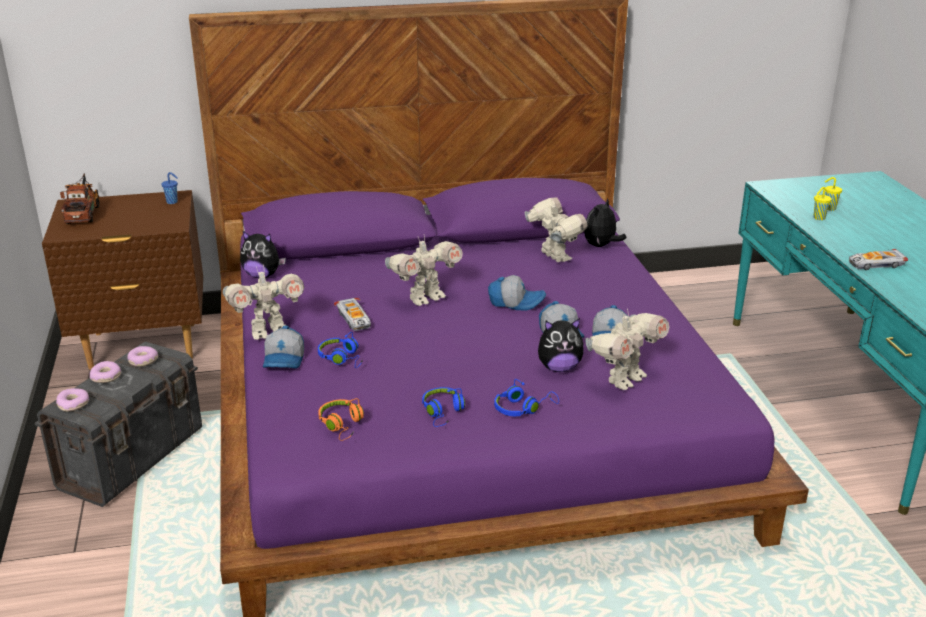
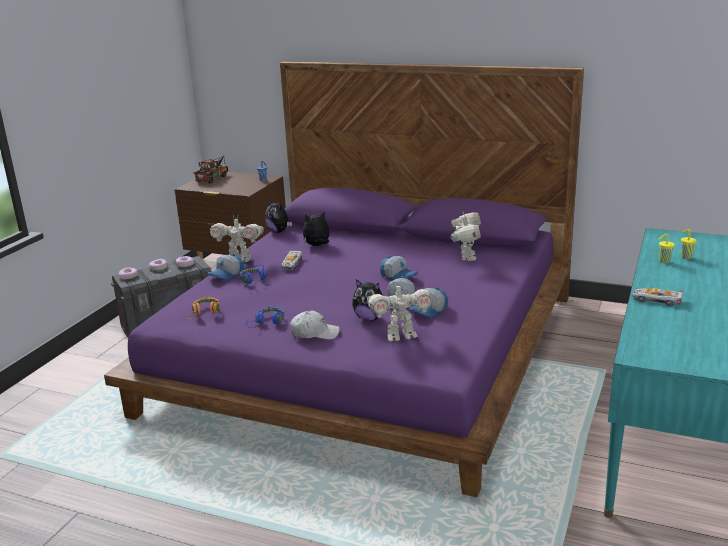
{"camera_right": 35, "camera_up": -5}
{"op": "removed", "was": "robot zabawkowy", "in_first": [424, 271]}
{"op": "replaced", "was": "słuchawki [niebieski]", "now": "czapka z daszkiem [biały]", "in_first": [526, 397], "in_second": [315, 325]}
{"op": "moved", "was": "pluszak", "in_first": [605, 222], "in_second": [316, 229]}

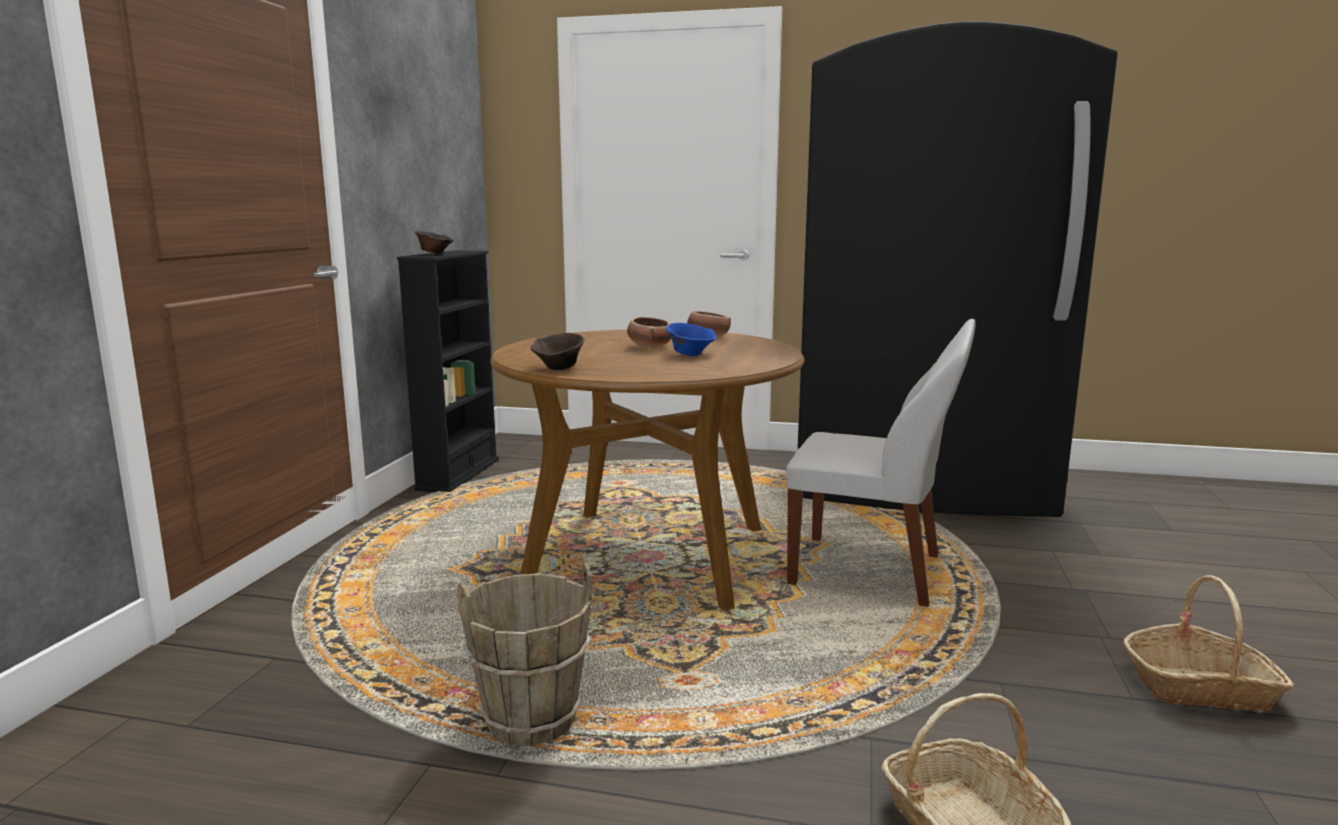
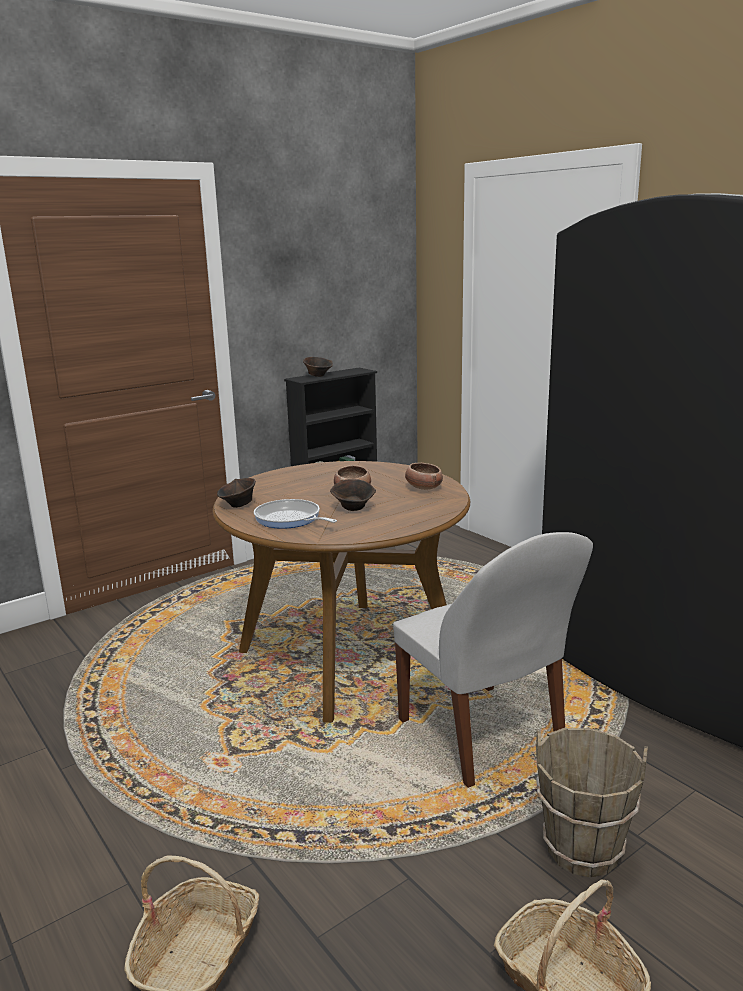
{"camera_right": 40, "camera_up": 5}
{"op": "moved", "was": "wiadro [brązowy]", "in_first": [524, 654], "in_second": [592, 802]}
{"op": "recoloured", "was": "miska [niebieski]", "now": "miska [brązowy]", "in_first": [691, 339], "in_second": [353, 495]}
{"op": "added", "now": "patelnia", "in_second": [295, 514]}

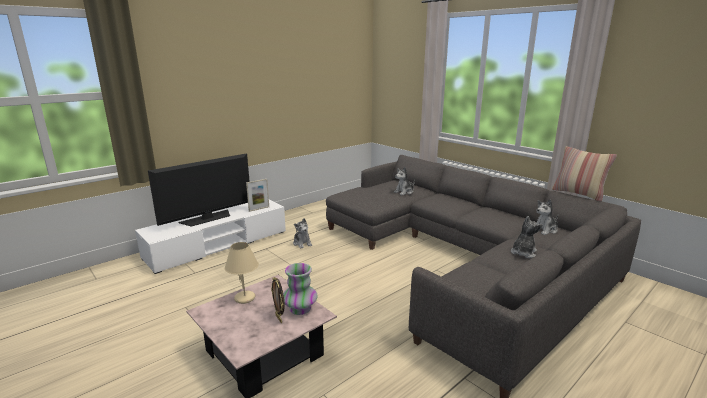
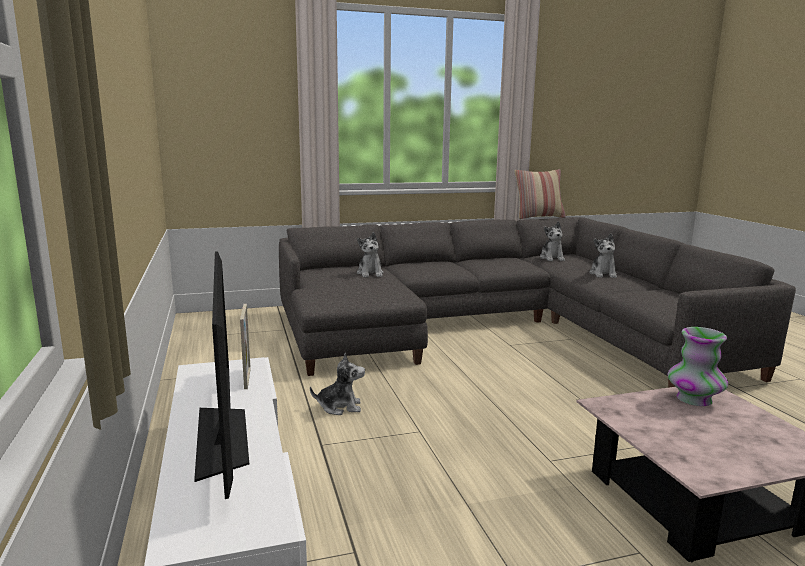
{"camera_right": -65, "camera_up": -5}
{"op": "removed", "was": "lampa stołowa [beżowy]", "in_first": [241, 273]}
{"op": "removed", "was": "ramka na zdjęcie", "in_first": [278, 300]}
{"op": "turned", "was": "pluszak", "in_first": [527, 237], "in_second": [603, 256], "clockwise": -150}

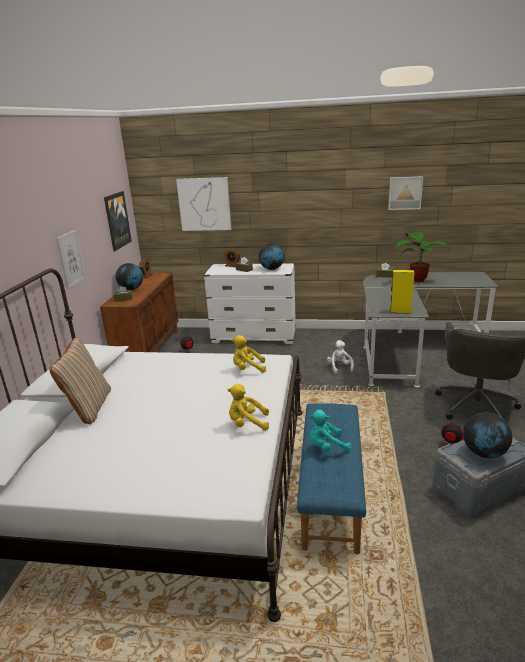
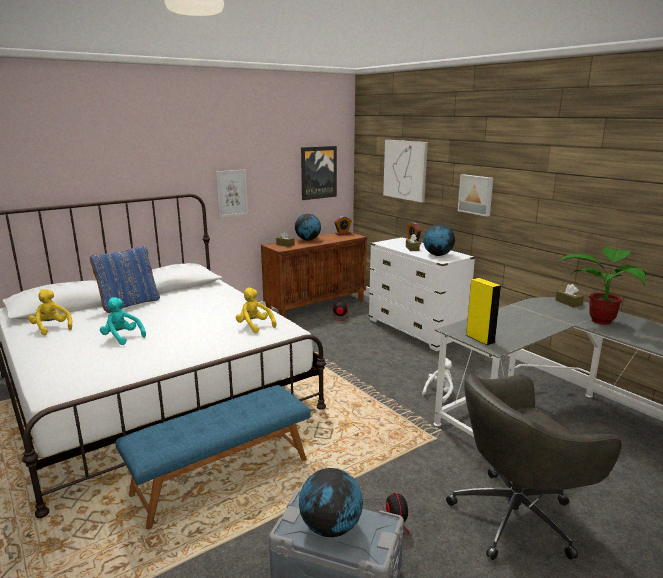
{"camera_right": 45, "camera_up": -5}
{"op": "recoloured", "was": "poduszka [beżowy]", "now": "poduszka [niebieski]", "in_first": [80, 381], "in_second": [125, 279]}
{"op": "moved", "was": "pluszak [żółty]", "in_first": [248, 407], "in_second": [50, 312]}
{"op": "moved", "was": "pluszak [turkusowy]", "in_first": [330, 431], "in_second": [123, 321]}
{"op": "moved", "was": "obraz", "in_first": [405, 193], "in_second": [475, 195]}

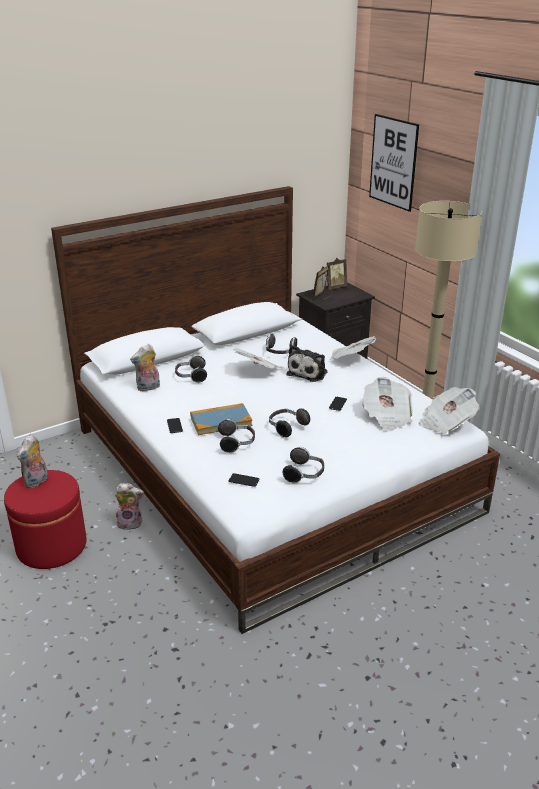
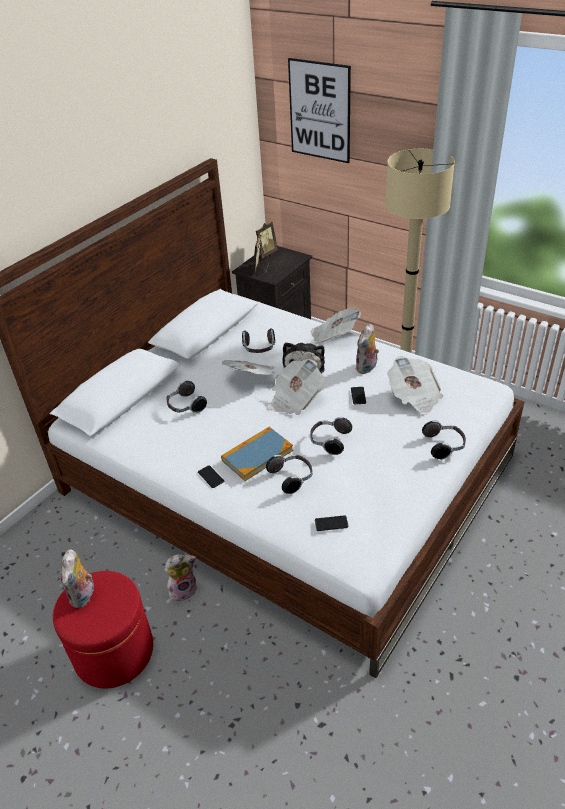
{"camera_right": -20, "camera_up": 10}
{"op": "moved", "was": "pluszak", "in_first": [145, 368], "in_second": [367, 349]}
{"op": "moved", "was": "słuchawki", "in_first": [303, 465], "in_second": [444, 440]}
{"op": "moved", "was": "gazeta", "in_first": [449, 410], "in_second": [296, 387]}

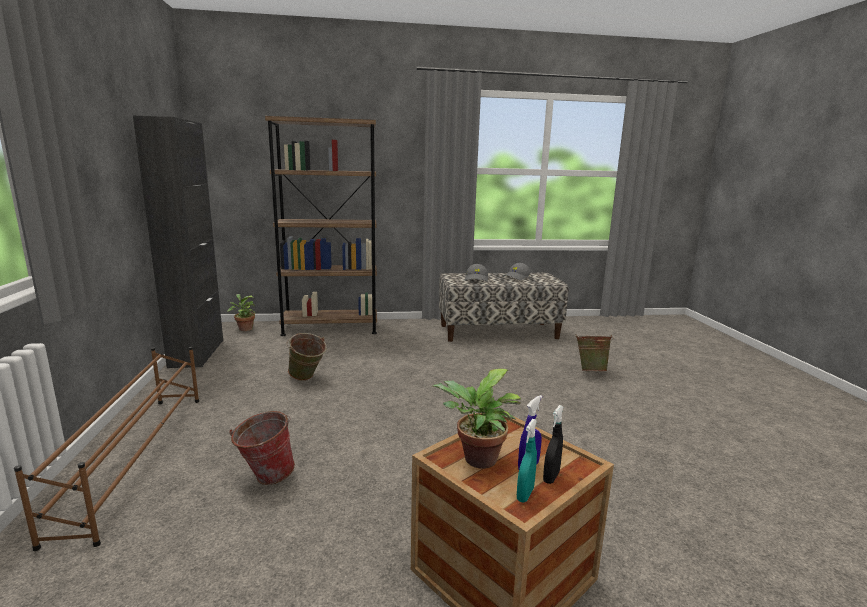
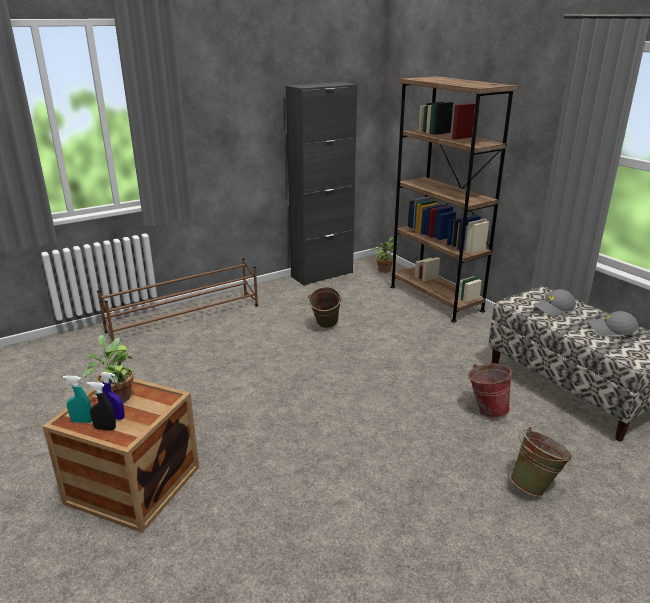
{"camera_right": 65, "camera_up": 10}
{"op": "moved", "was": "wiadro", "in_first": [262, 448], "in_second": [491, 391]}

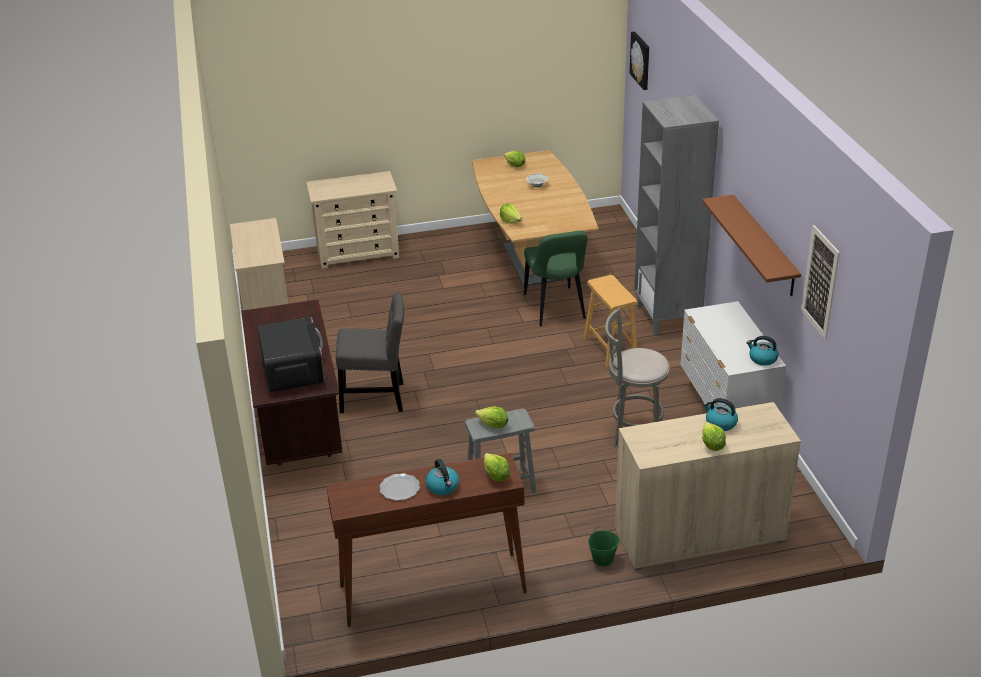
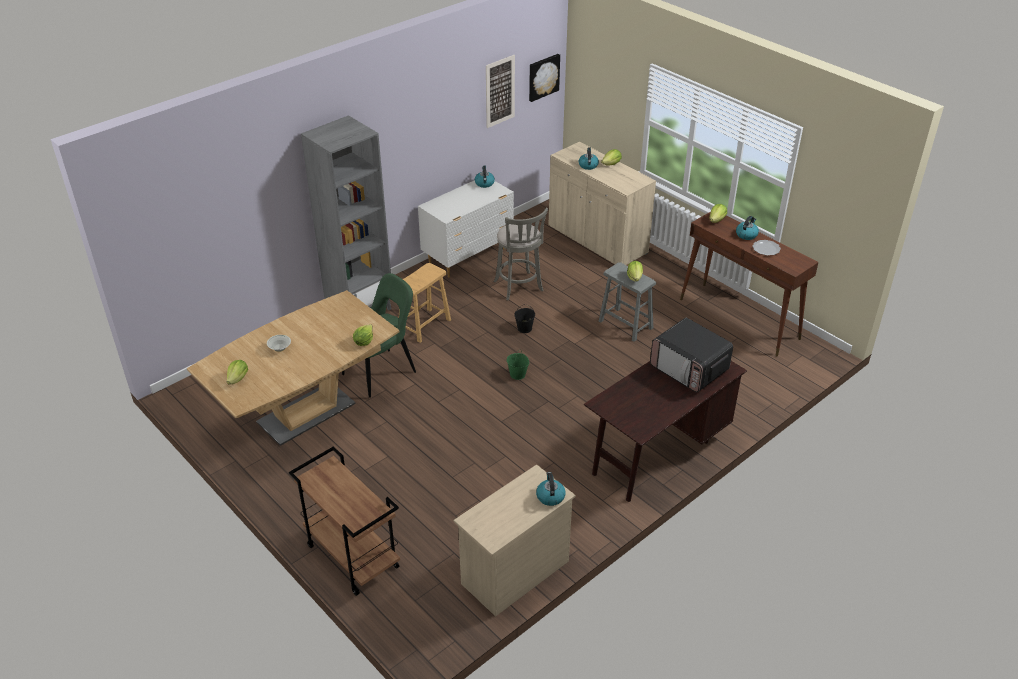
{"camera_right": -120, "camera_up": 5}
{"op": "turned", "was": "mikrofalówka", "in_first": [291, 354], "in_second": [691, 355], "clockwise": -90}
{"op": "replaced", "was": "komoda [beżowy]", "now": "wózek [brązowy]", "in_first": [352, 220], "in_second": [344, 521]}
{"op": "removed", "was": "krzesło [szary]", "in_first": [370, 352]}
{"op": "moved", "was": "wiadro [zielony]", "in_first": [604, 547], "in_second": [518, 364]}
{"op": "moved", "was": "obraz", "in_first": [639, 60], "in_second": [544, 78]}
{"op": "removed", "was": "półka [brązowy]", "in_first": [751, 245]}
{"op": "added", "now": "wiadro [czarny]", "in_second": [524, 318]}
{"op": "added", "now": "czajnik", "in_second": [550, 489]}

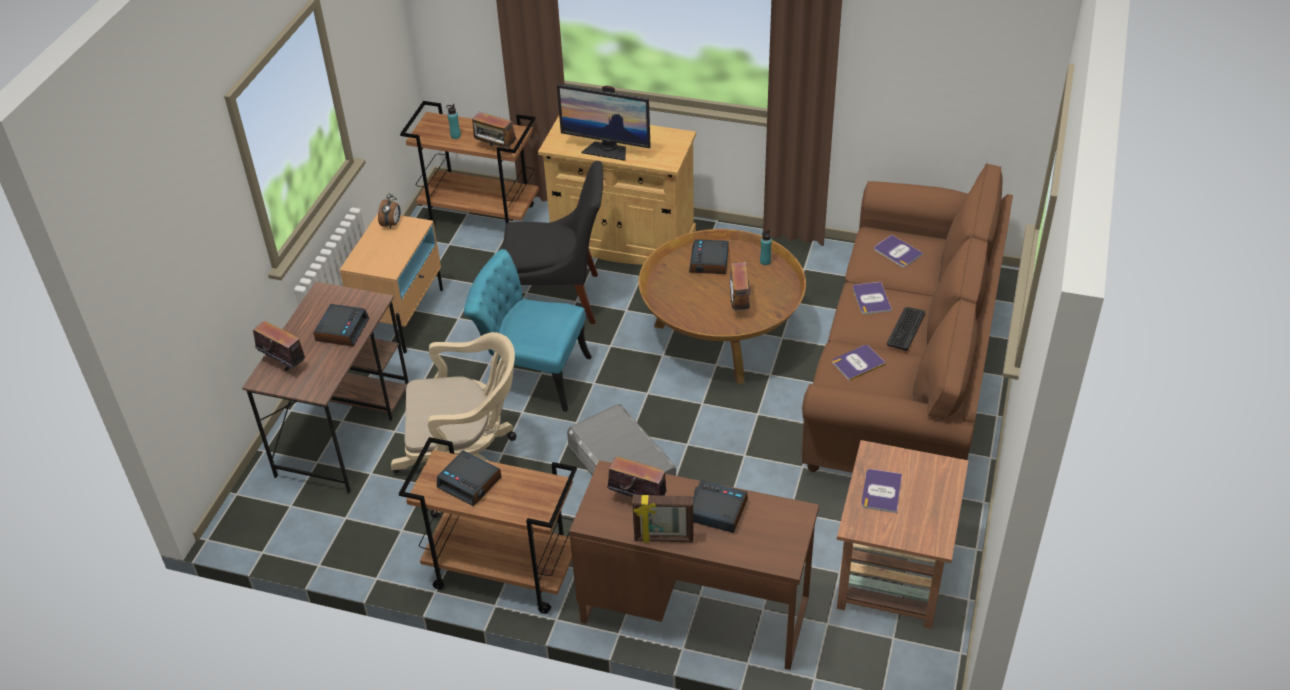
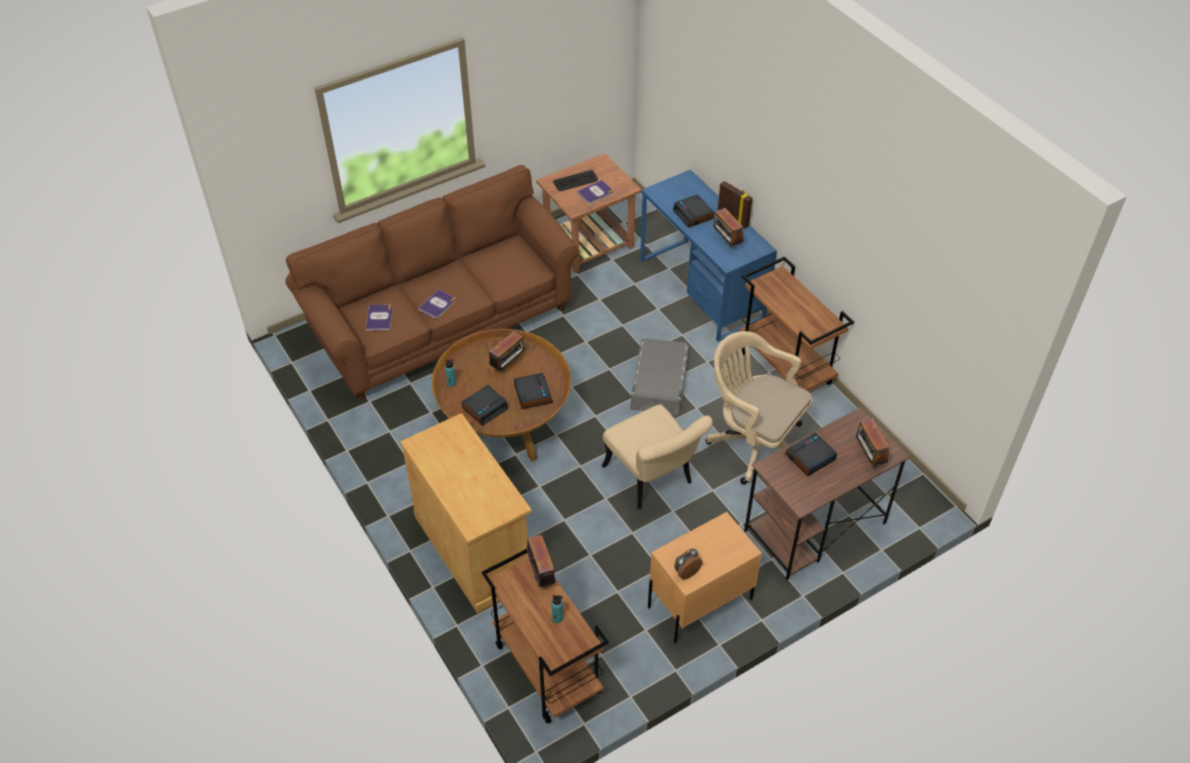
{"camera_right": -140, "camera_up": 5}
{"op": "moved", "was": "budzik", "in_first": [469, 478], "in_second": [533, 391]}
{"op": "recoloured", "was": "krzesło [turkusowy]", "now": "krzesło [beżowy]", "in_first": [528, 330], "in_second": [657, 456]}
{"op": "removed", "was": "krzesło [czarny]", "in_first": [553, 242]}
{"op": "removed", "was": "monitor", "in_first": [604, 122]}
{"op": "recoloured", "was": "biurko [brązowy]", "now": "biurko [niebieski]", "in_first": [694, 565], "in_second": [708, 255]}
{"op": "removed", "was": "książka", "in_first": [859, 363]}
{"op": "moved", "was": "klawiatura", "in_first": [906, 329], "in_second": [575, 180]}

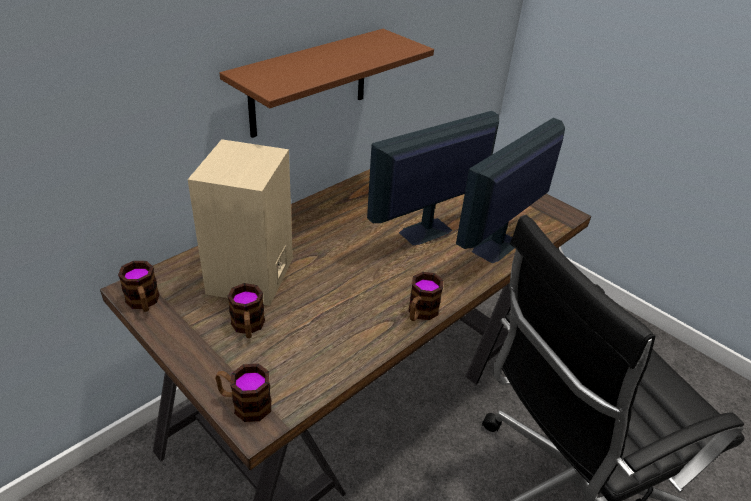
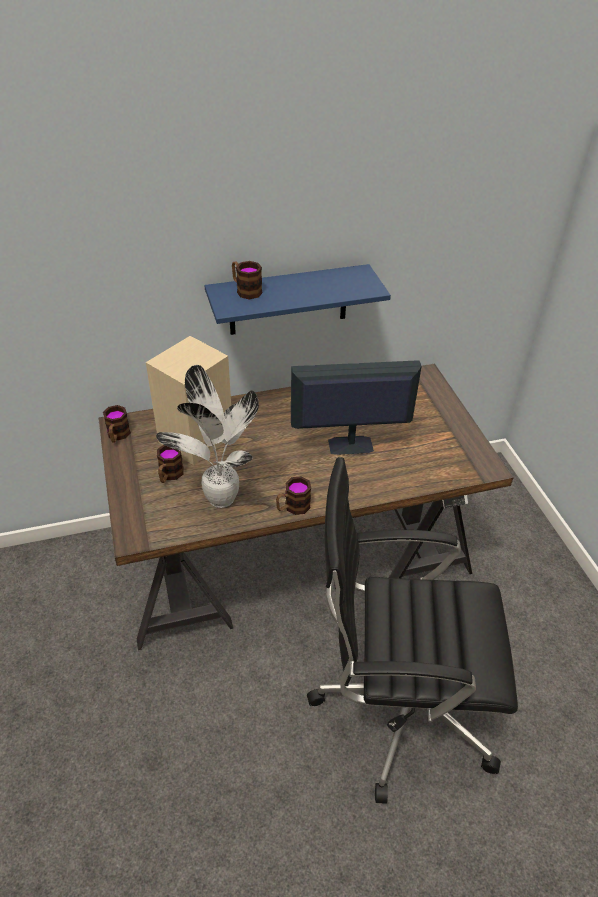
{"camera_right": 30, "camera_up": 5}
{"op": "moved", "was": "kubek", "in_first": [243, 393], "in_second": [247, 280]}
{"op": "recoloured", "was": "półka [brązowy]", "now": "półka [niebieski]", "in_first": [327, 83], "in_second": [298, 299]}
{"op": "removed", "was": "monitor", "in_first": [510, 190]}
{"op": "added", "now": "roślina doniczkowa", "in_second": [207, 436]}

